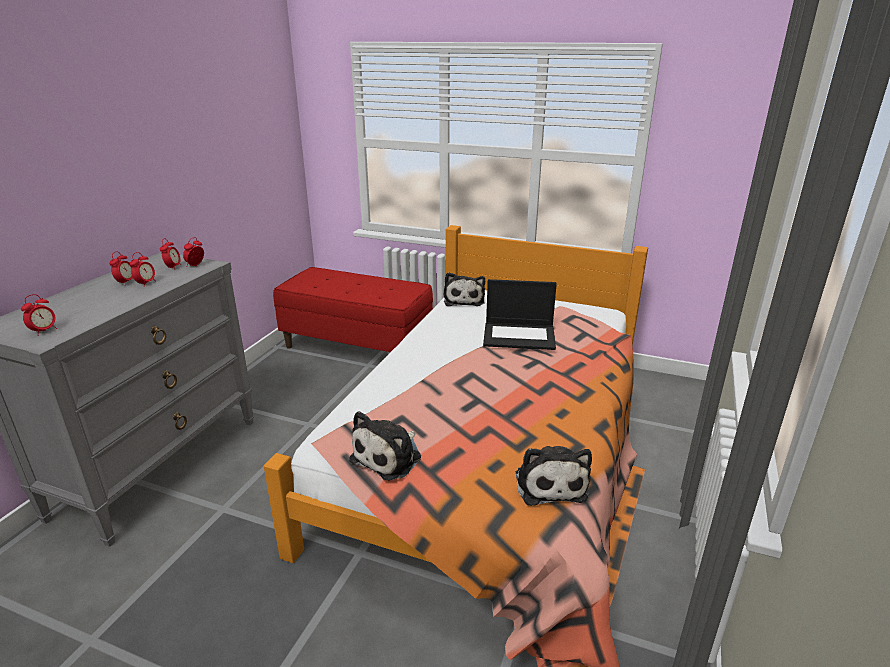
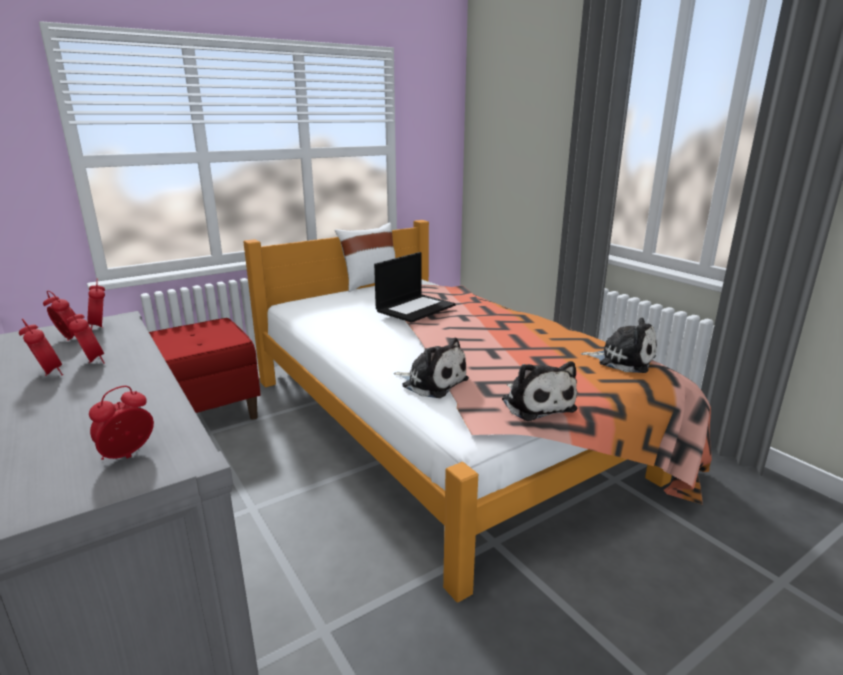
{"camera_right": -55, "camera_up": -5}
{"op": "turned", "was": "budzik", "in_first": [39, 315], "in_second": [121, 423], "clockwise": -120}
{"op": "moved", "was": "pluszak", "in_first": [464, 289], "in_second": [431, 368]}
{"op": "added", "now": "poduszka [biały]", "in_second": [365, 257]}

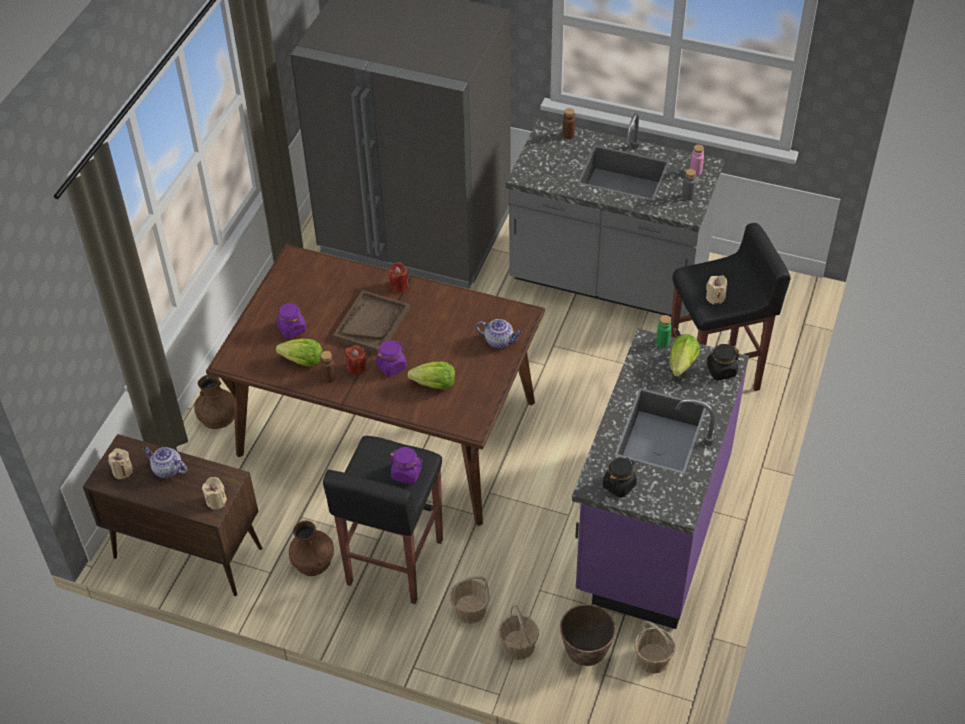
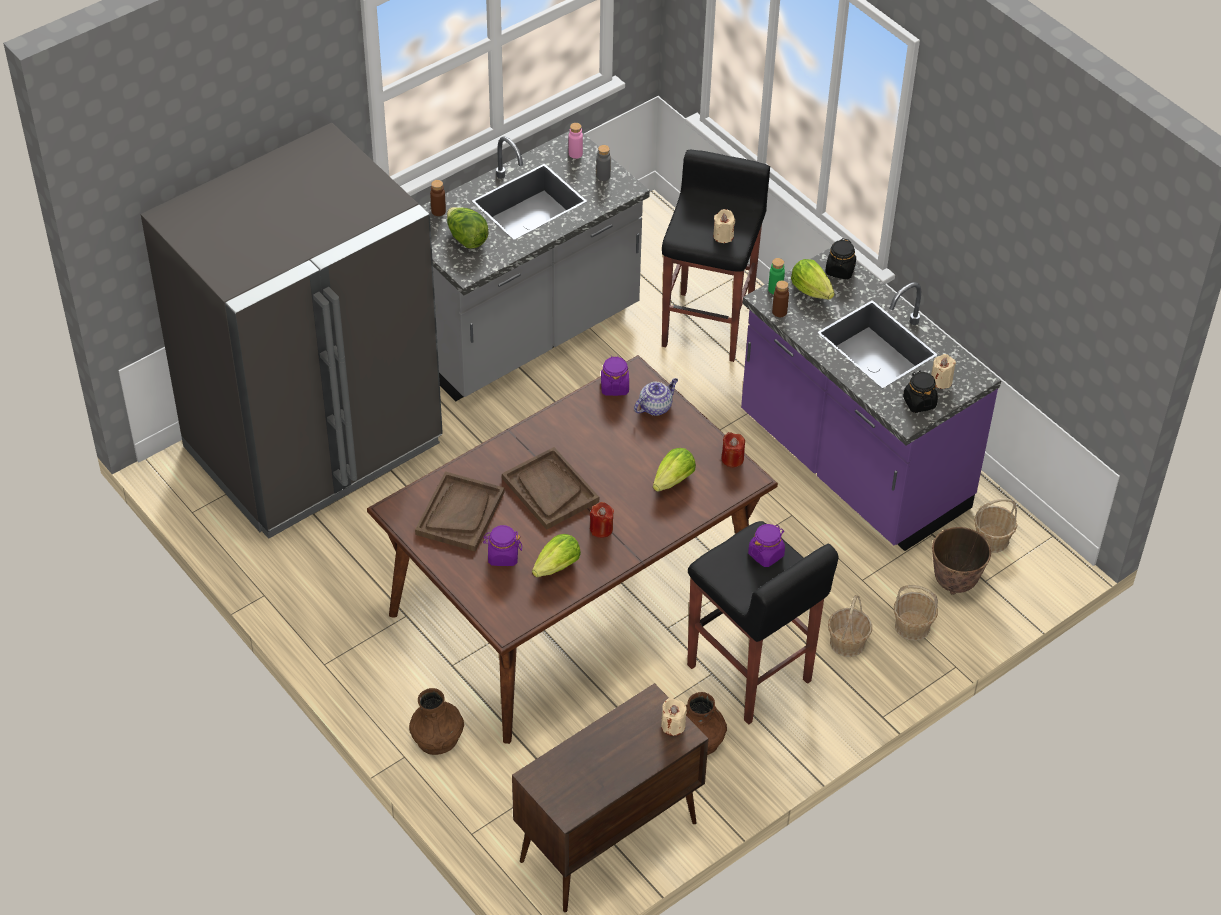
{"camera_right": -60, "camera_up": 0}
{"op": "moved", "was": "świeca [beżowy]", "in_first": [120, 463], "in_second": [943, 371]}
{"op": "removed", "was": "imbryk", "in_first": [165, 462]}
{"op": "moved", "was": "butelka [brązowy]", "in_first": [328, 367], "in_second": [780, 298]}
{"op": "moved", "was": "słoik [fioletowy]", "in_first": [391, 358], "in_second": [615, 376]}
{"op": "moved", "was": "świeca [czerwony]", "in_first": [398, 277], "in_second": [733, 449]}
{"op": "added", "now": "taca [brązowy]", "in_second": [460, 511]}
{"op": "added", "now": "sałata", "in_second": [468, 228]}

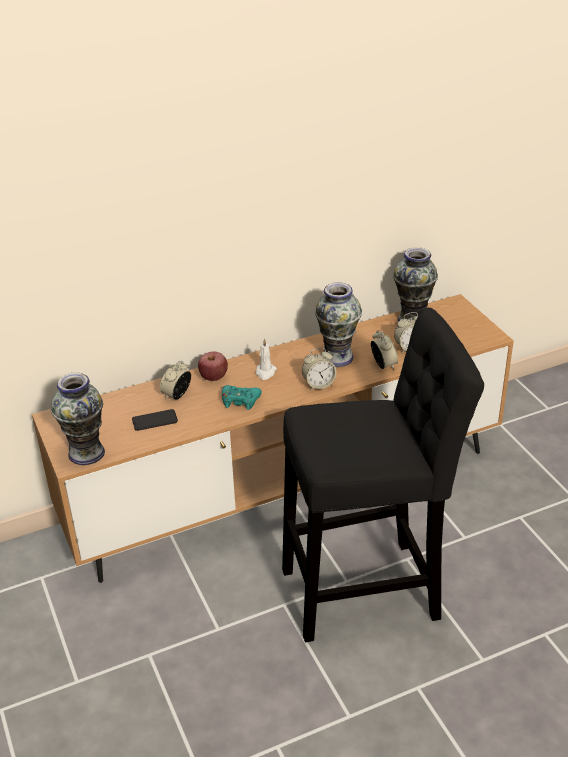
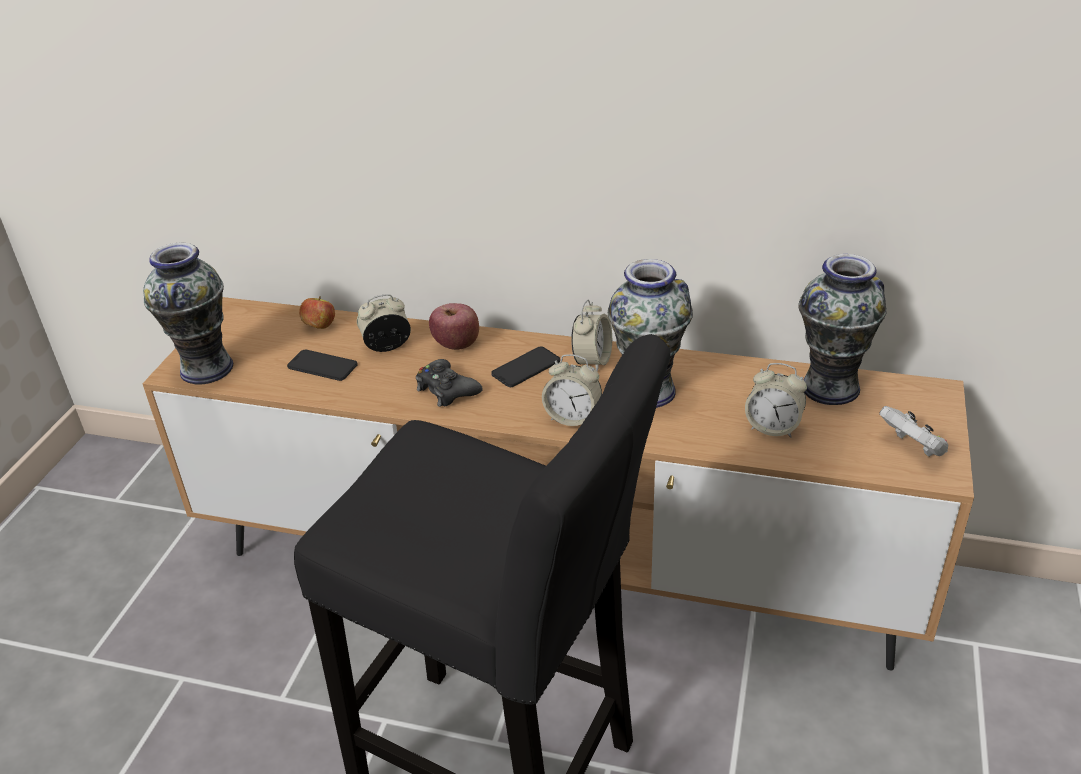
{"camera_right": 40, "camera_up": 0}
{"op": "recoloured", "was": "pad do gier [turkusowy]", "now": "pad do gier [czarny]", "in_first": [242, 397], "in_second": [449, 383]}
{"op": "replaced", "was": "świeca [biały]", "now": "telefon", "in_first": [266, 359], "in_second": [525, 367]}
{"op": "moved", "was": "budzik", "in_first": [384, 349], "in_second": [591, 335]}
{"op": "added", "now": "jabłko", "in_second": [317, 312]}
{"op": "added", "now": "pad do gier [biały]", "in_second": [913, 431]}

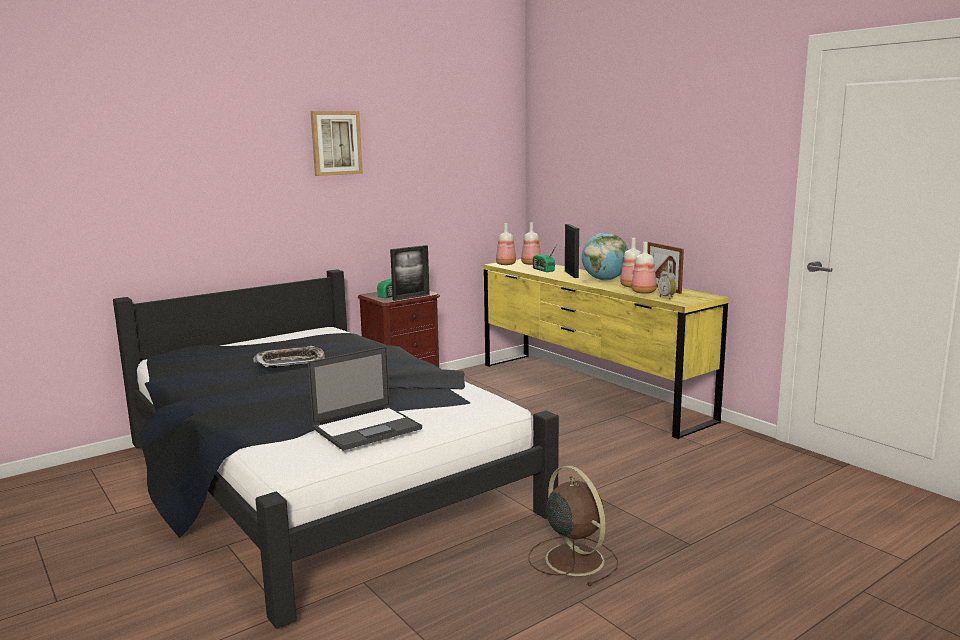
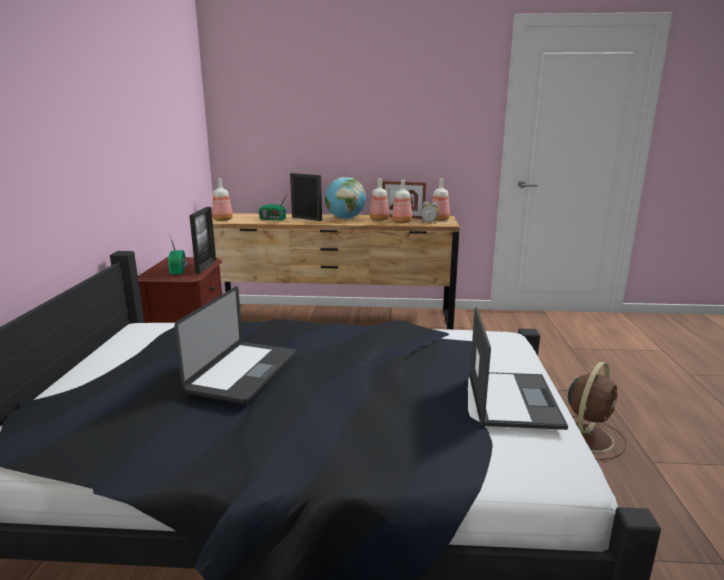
{"camera_right": -50, "camera_up": 5}
{"op": "replaced", "was": "taca", "now": "laptop", "in_first": [289, 357], "in_second": [235, 345]}
{"op": "removed", "was": "obraz", "in_first": [337, 143]}
{"op": "recoloured", "was": "komoda [żółty]", "now": "komoda [brązowy]", "in_first": [606, 349], "in_second": [336, 271]}
{"op": "moved", "was": "butelka", "in_first": [531, 243], "in_second": [441, 199]}
{"op": "turned", "was": "wentylator [brązowy]", "in_first": [573, 526], "in_second": [597, 411], "clockwise": 120}

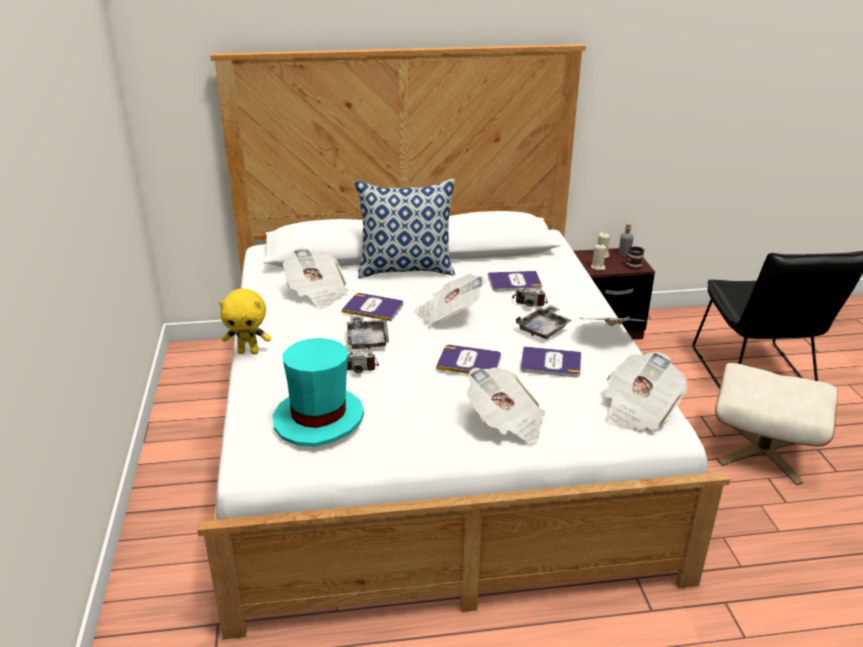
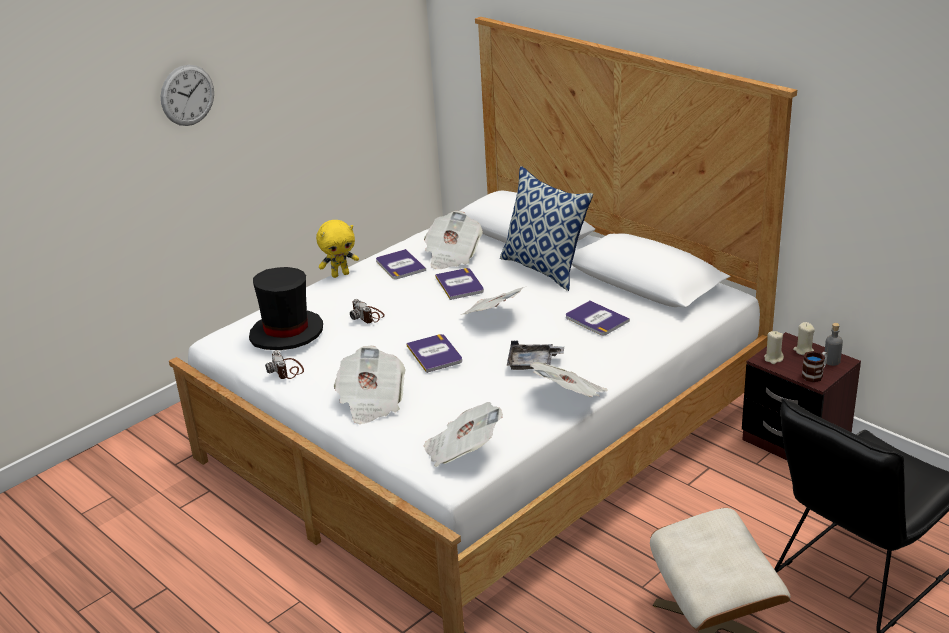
{"camera_right": 55, "camera_up": 0}
{"op": "turned", "was": "pluszak [żółty]", "in_first": [245, 321], "in_second": [337, 249], "clockwise": -75}
{"op": "recoloured", "was": "kapelusz [turkusowy]", "now": "kapelusz [czarny]", "in_first": [318, 392], "in_second": [286, 308]}
{"op": "removed", "was": "taca [szary]", "in_first": [368, 333]}
{"op": "moved", "was": "aparat fotograficzny", "in_first": [530, 297], "in_second": [284, 365]}
{"op": "moved", "was": "książka", "in_first": [550, 361], "in_second": [401, 264]}
{"op": "added", "now": "zegar ścienny", "in_second": [187, 95]}

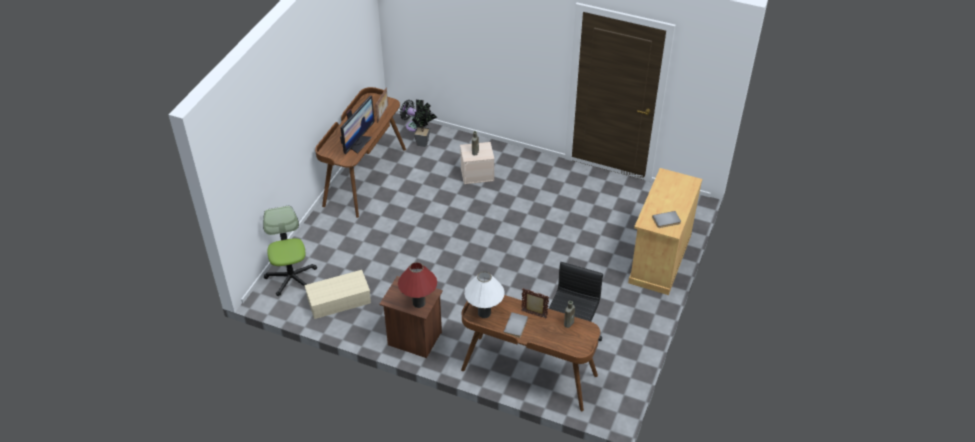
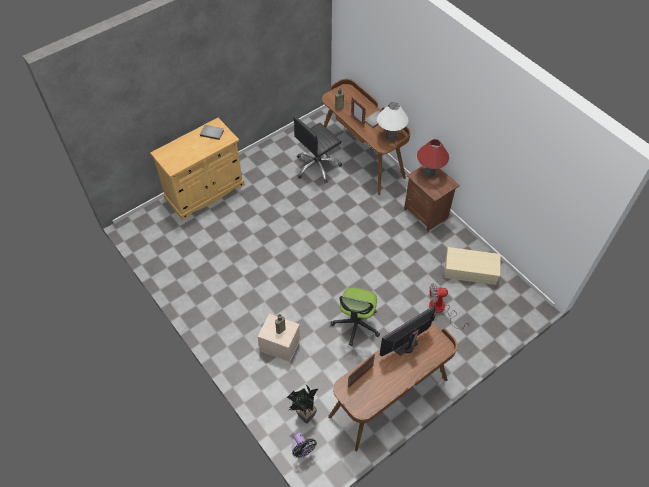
{"camera_right": -150, "camera_up": 10}
{"op": "moved", "was": "krzesło biurowe", "in_first": [290, 251], "in_second": [355, 316]}
{"op": "added", "now": "wentylator", "in_second": [449, 306]}

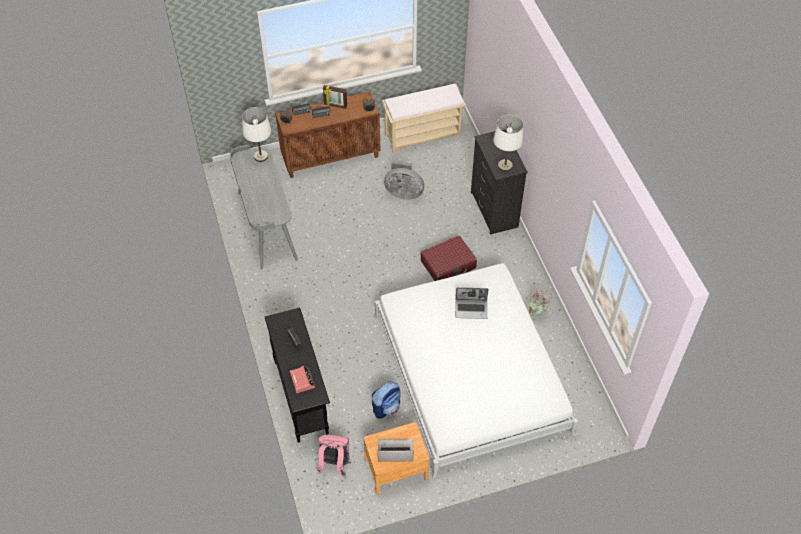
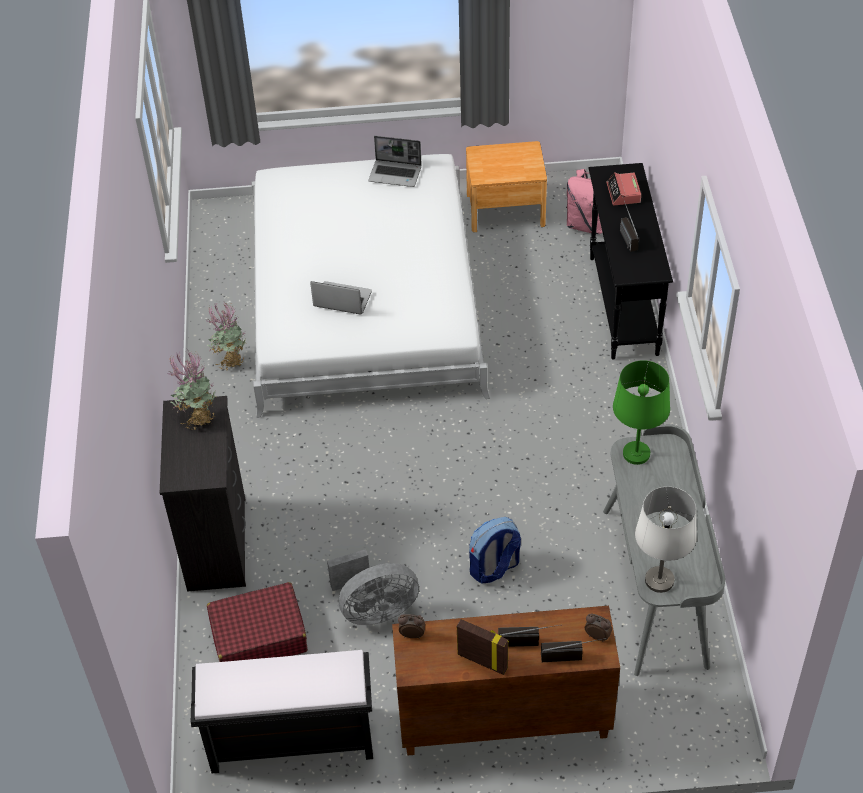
{"camera_right": -165, "camera_up": -5}
{"op": "moved", "was": "plecak", "in_first": [386, 400], "in_second": [495, 550]}
{"op": "moved", "was": "laptop", "in_first": [395, 450], "in_second": [395, 161]}
{"op": "recoloured", "was": "ławka [beżowy]", "now": "ławka [czarny]", "in_first": [424, 118], "in_second": [282, 711]}
{"op": "turned", "was": "wentylator [szary]", "in_first": [404, 180], "in_second": [373, 587], "clockwise": 135}
{"op": "moved", "was": "walizka [czerwony]", "in_first": [449, 258], "in_second": [257, 622]}
{"op": "replaced", "was": "lampa stołowa [biały]", "now": "roślina doniczkowa", "in_first": [508, 143], "in_second": [191, 389]}
{"op": "added", "now": "lampa stołowa [zielony]", "in_second": [641, 412]}

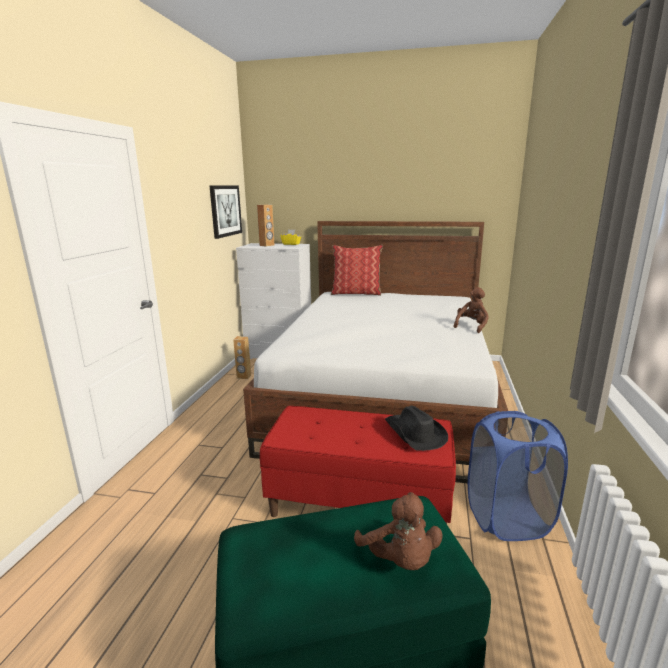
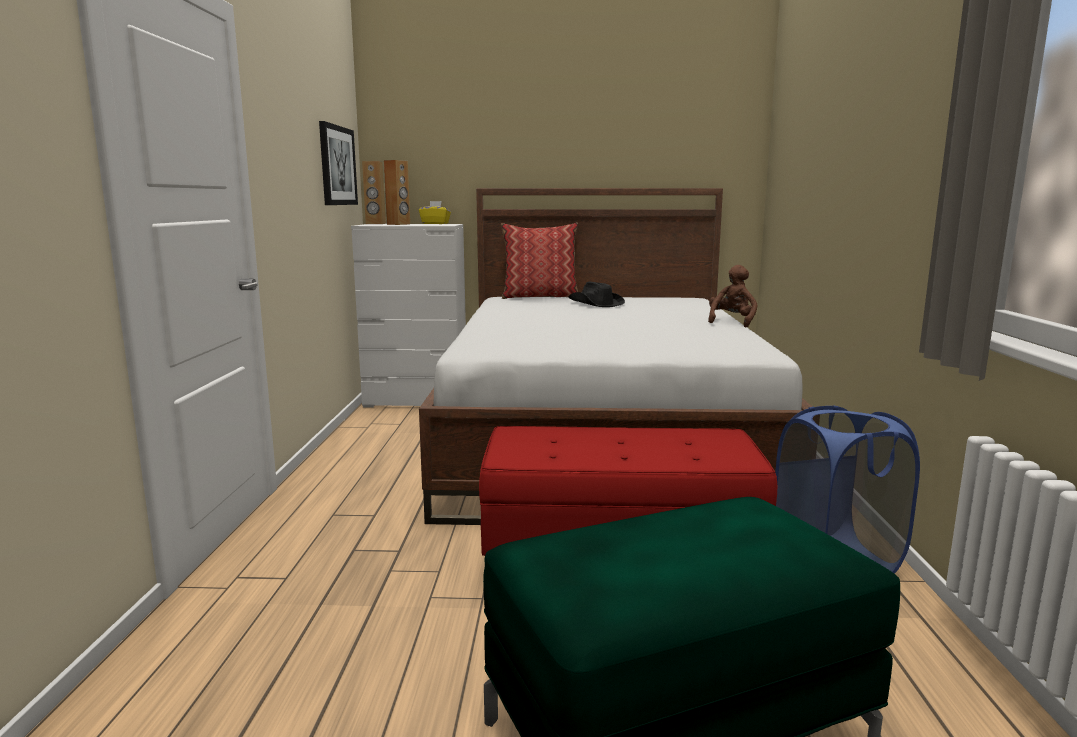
{"camera_right": -10, "camera_up": -5}
{"op": "moved", "was": "głośnik [brązowy]", "in_first": [242, 357], "in_second": [374, 192]}
{"op": "removed", "was": "pluszak [brązowy]", "in_first": [398, 531]}
{"op": "moved", "was": "kapelusz [czarny]", "in_first": [416, 428], "in_second": [596, 294]}

